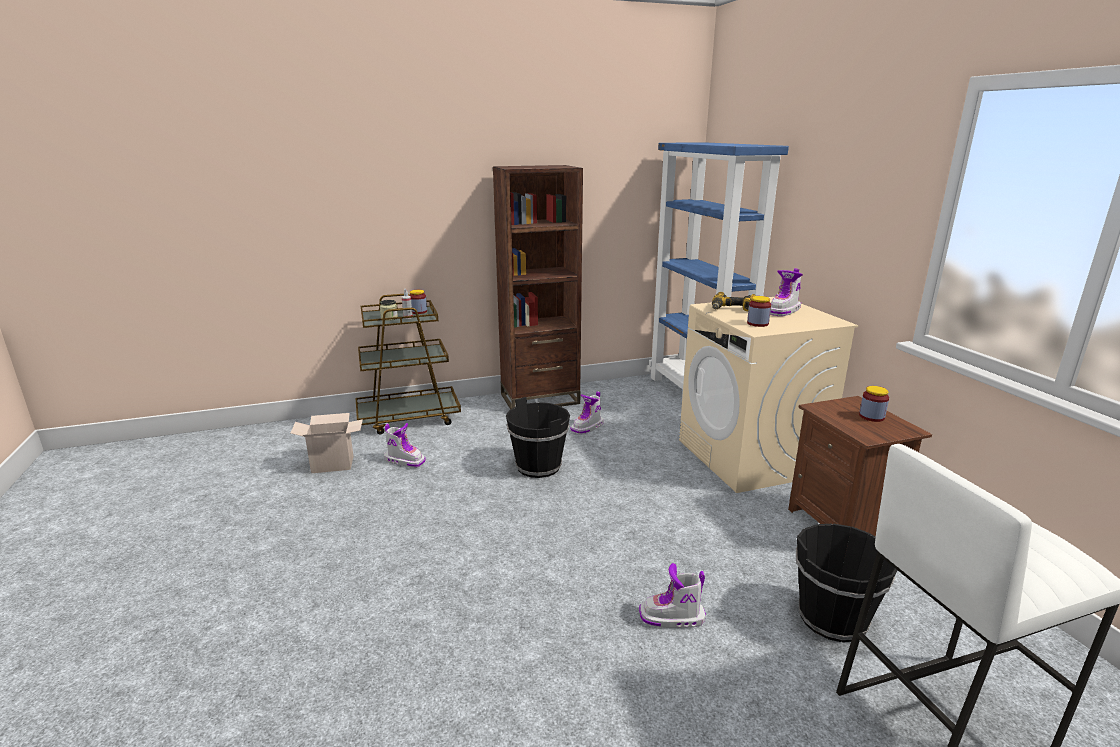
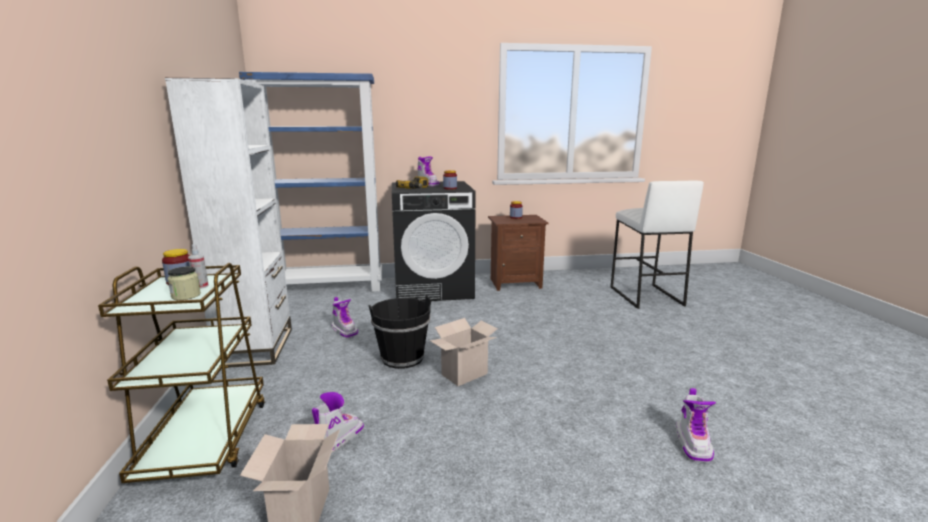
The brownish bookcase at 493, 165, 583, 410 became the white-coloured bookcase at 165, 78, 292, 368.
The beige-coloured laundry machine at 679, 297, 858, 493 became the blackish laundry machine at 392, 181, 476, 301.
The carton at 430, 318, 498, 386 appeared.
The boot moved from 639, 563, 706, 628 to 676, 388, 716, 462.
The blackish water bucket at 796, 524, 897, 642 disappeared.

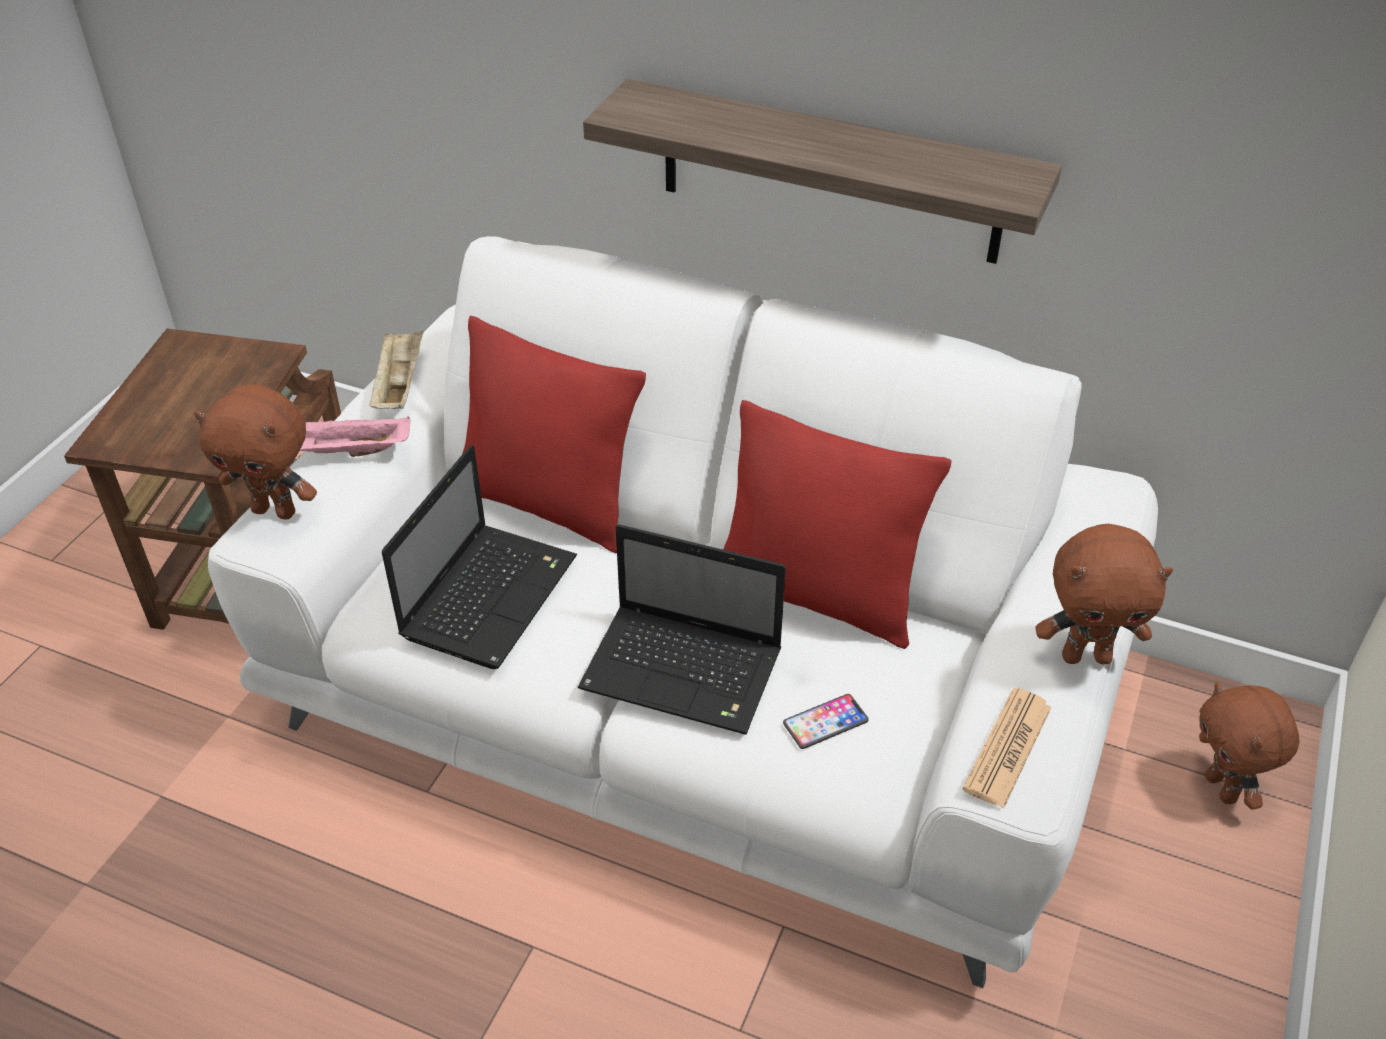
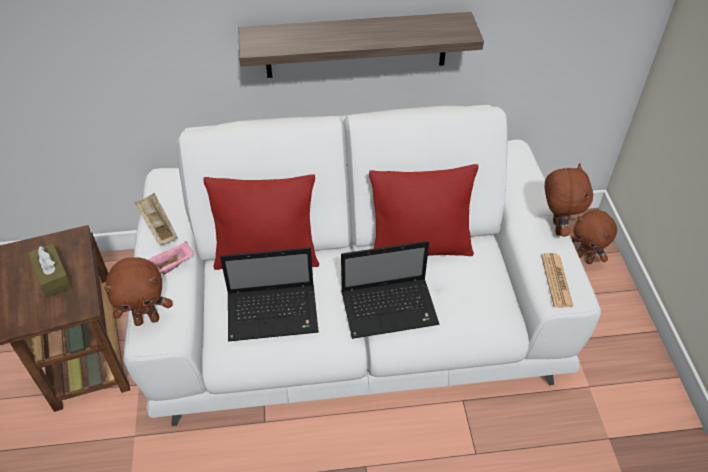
The brownish tissue holder at 28, 243, 72, 298 appeared.
The portable computer at 382, 445, 577, 669 turned 90 degrees clockwise.
The brownish cuddly toy at 1035, 524, 1173, 664 turned 60 degrees counterclockwise.
The telephone at 783, 694, 869, 749 disappeared.

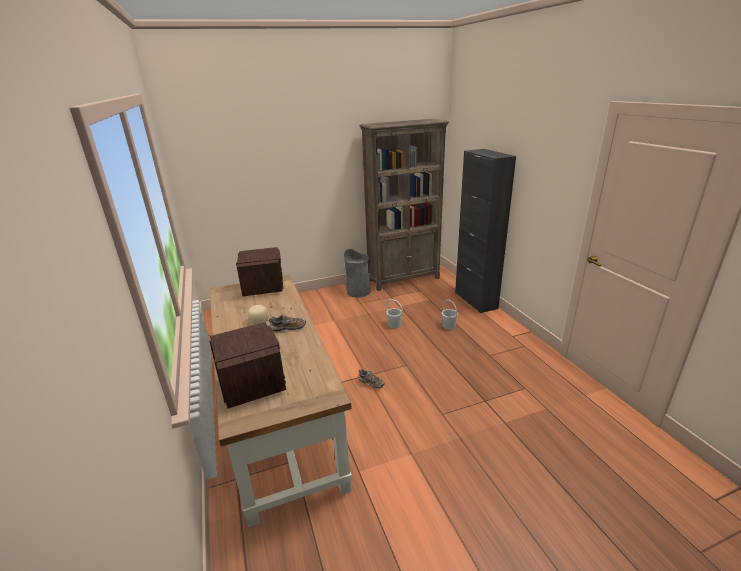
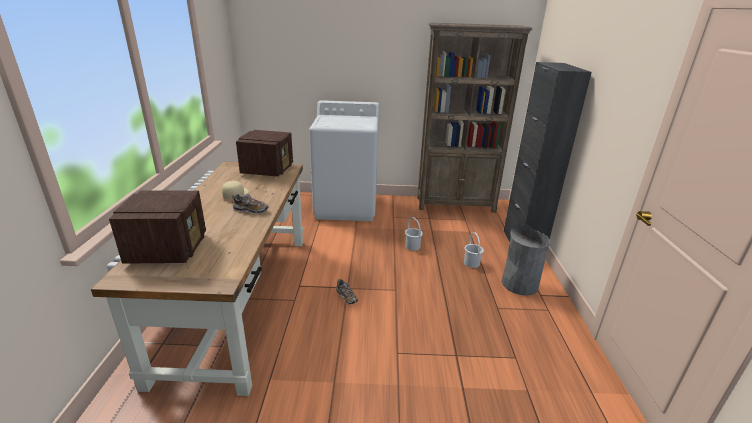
The white-coloured laundry machine at 309, 100, 379, 221 appeared.
The grey waste bin moved from 344, 249, 371, 298 to 502, 223, 550, 296.

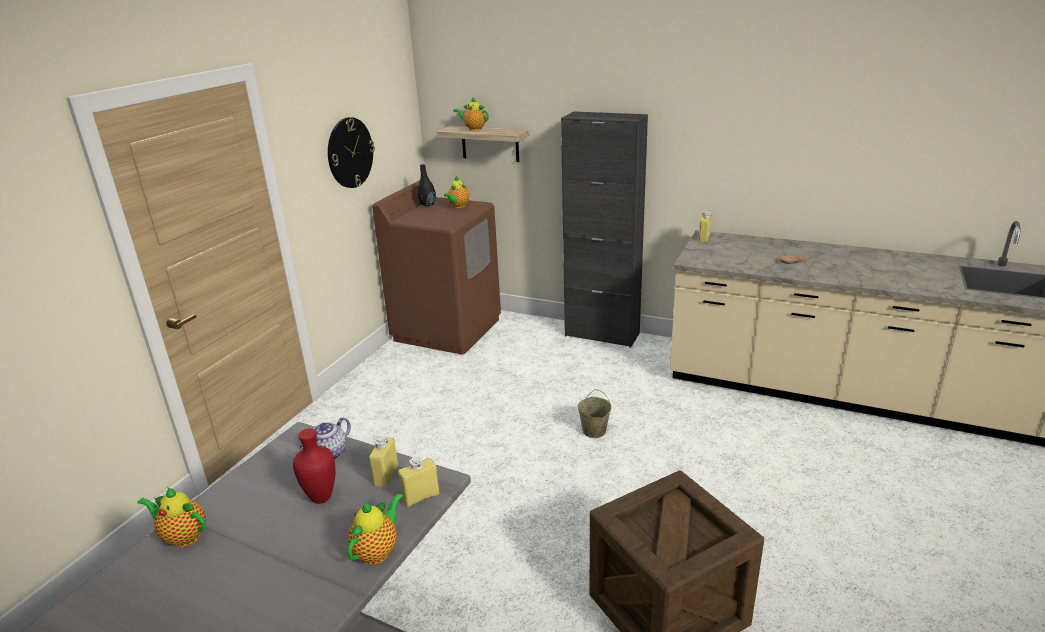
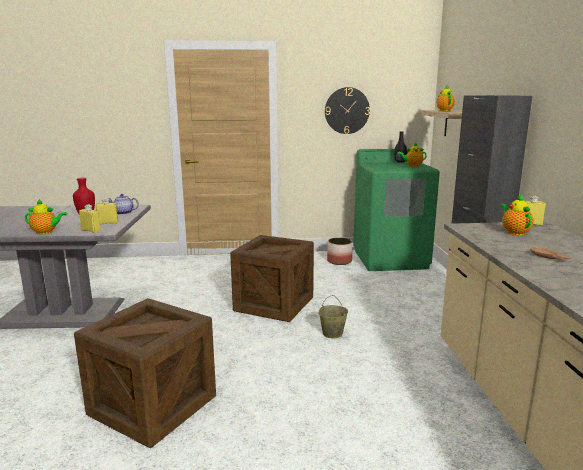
The crate at 230, 235, 314, 322 appeared.
The flower pot at 327, 238, 353, 265 appeared.
The brownish laundry machine at 372, 180, 501, 355 became the green laundry machine at 353, 149, 440, 271.
The tea pot moved from 137, 487, 206, 547 to 500, 194, 534, 236.

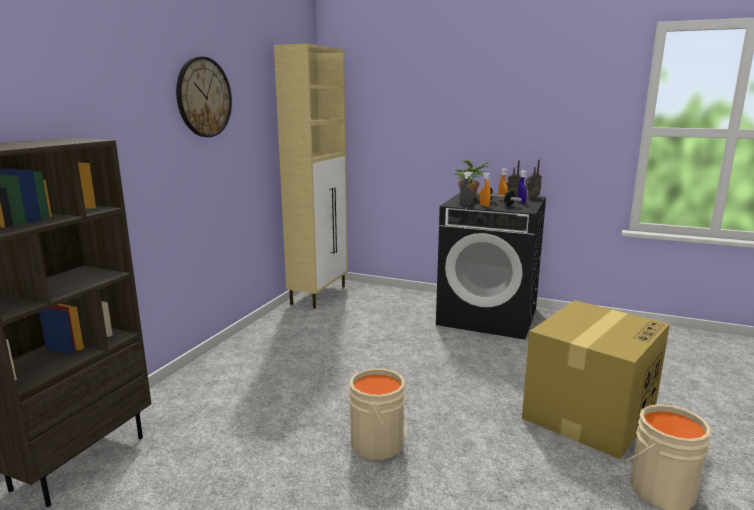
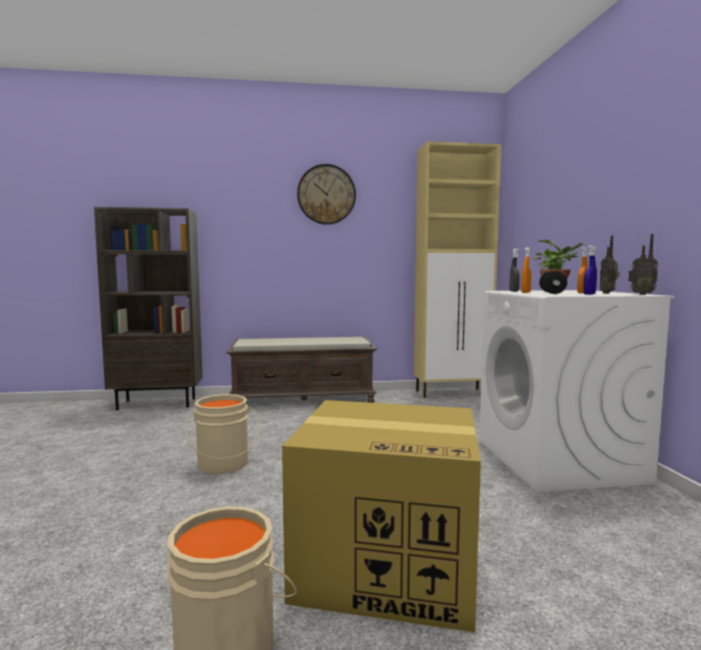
The brownish bench at 226, 337, 377, 403 appeared.
The blackish laundry machine at 436, 192, 546, 340 became the white-coloured laundry machine at 479, 290, 675, 492.

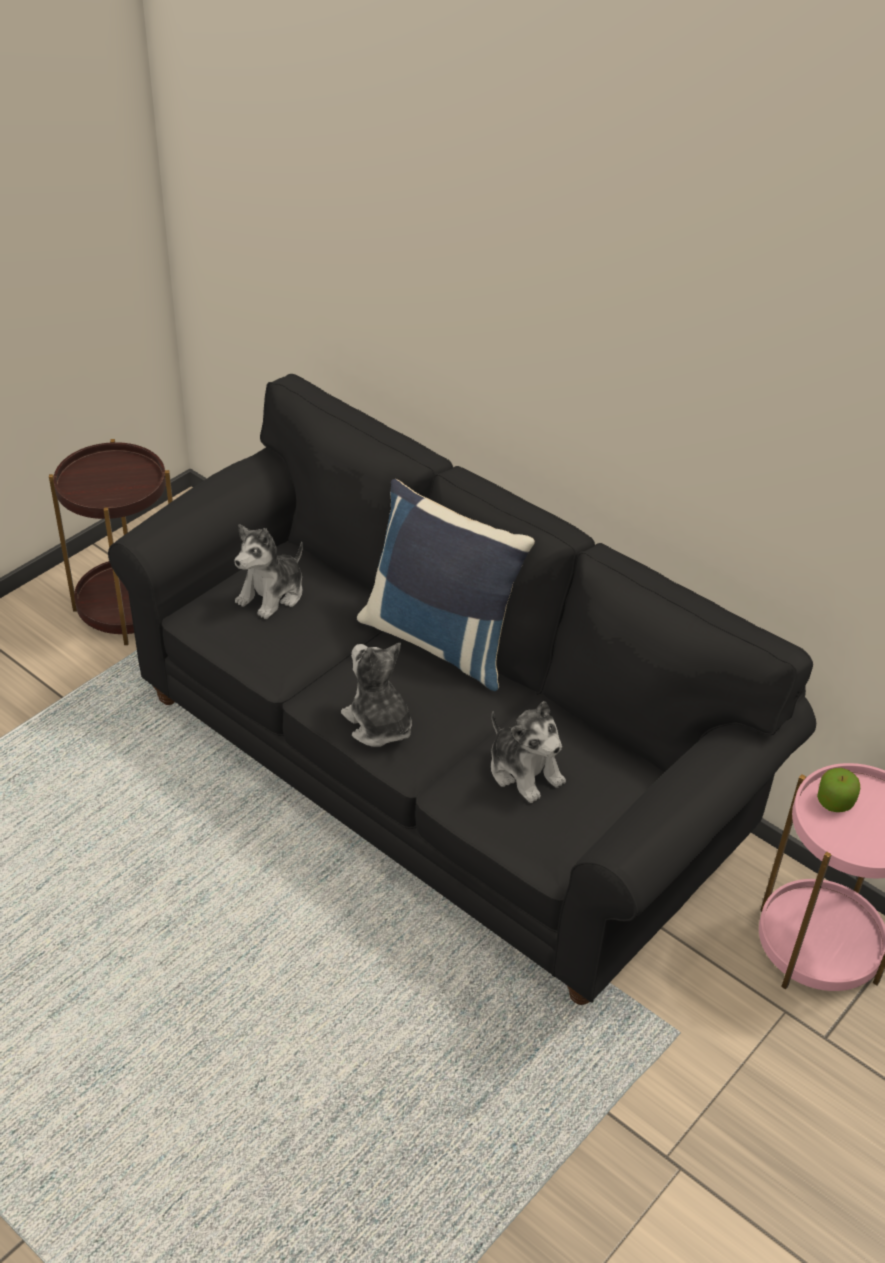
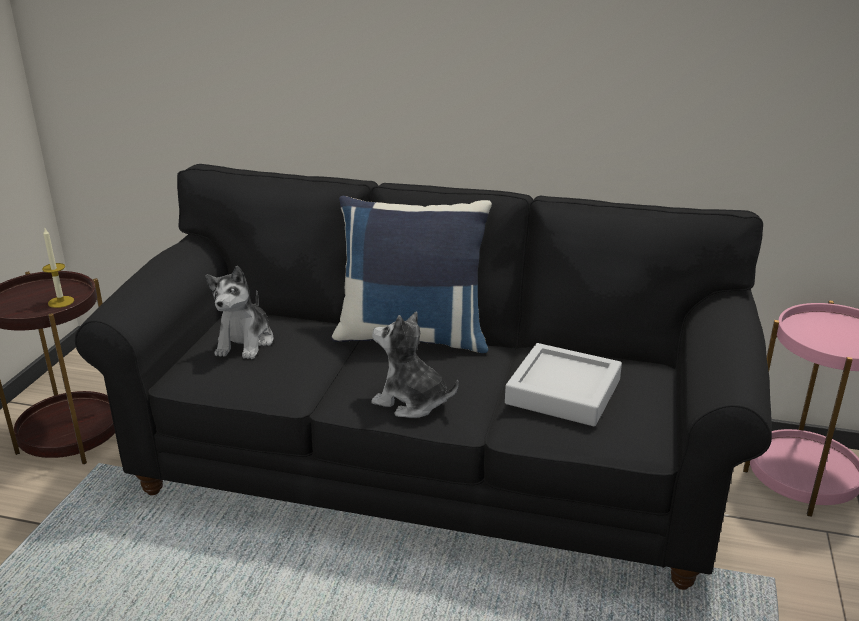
The candle at 42, 228, 74, 308 appeared.
The cuddly toy at 491, 701, 566, 803 was replaced by the grey serving tray at 505, 343, 622, 426.
The apple at 817, 768, 860, 812 disappeared.

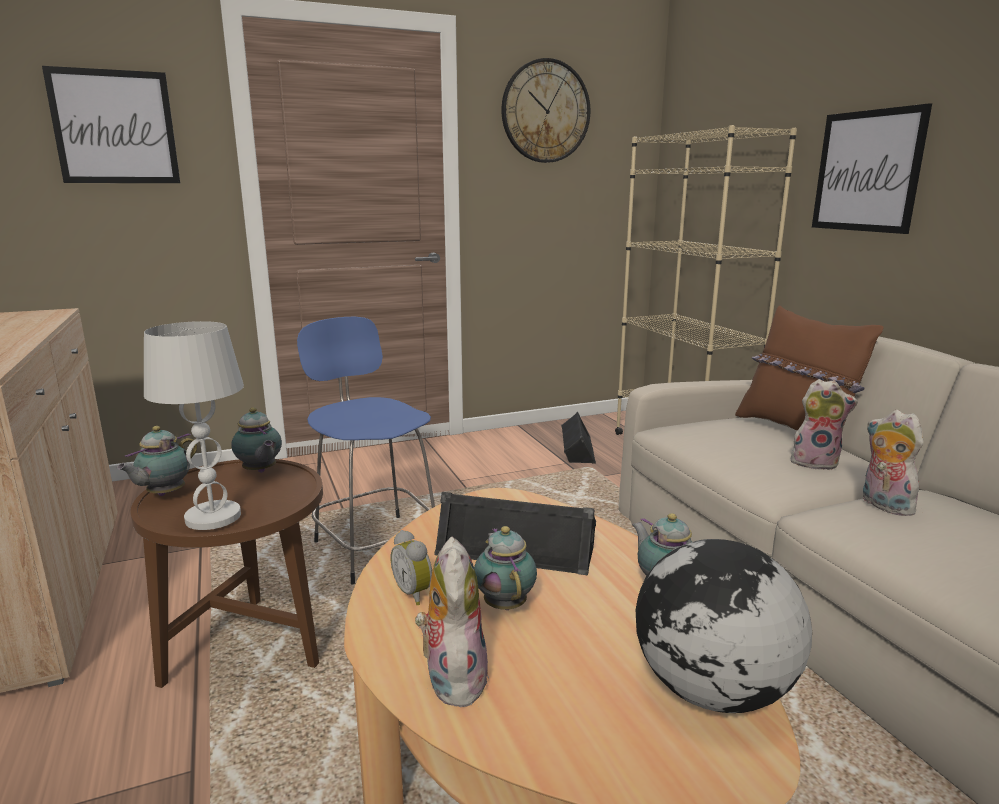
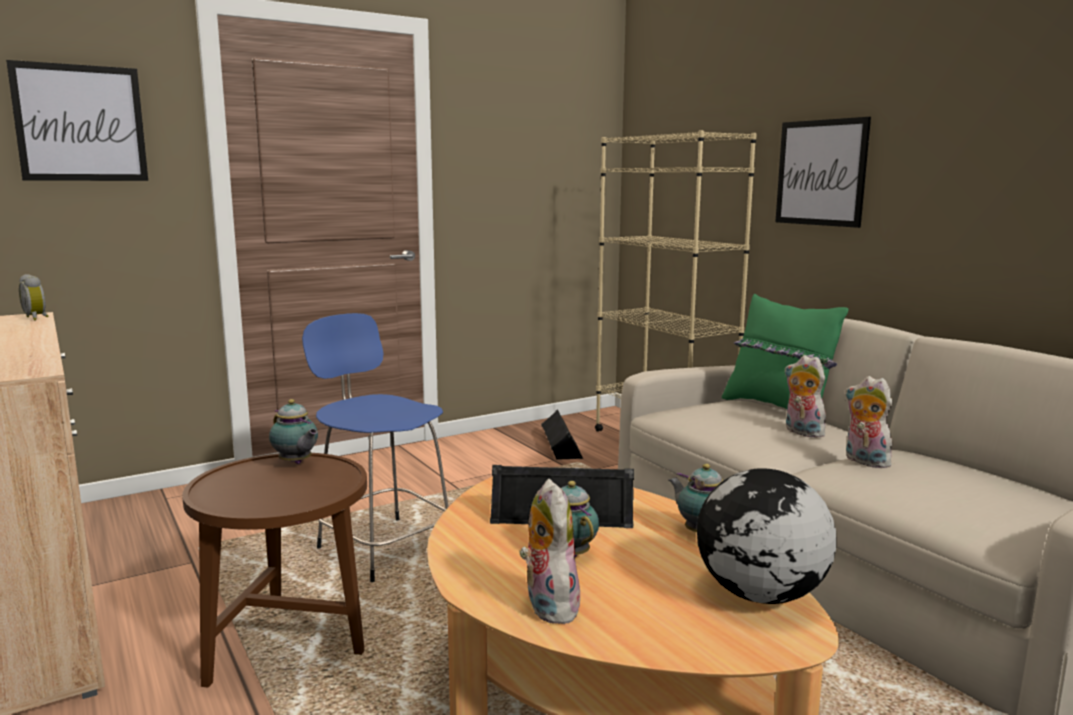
The alarm clock moved from 391, 530, 432, 605 to 19, 274, 48, 321.
The brownish pillow at 735, 305, 884, 430 became the green pillow at 722, 294, 848, 409.
The cuddly toy at 791, 379, 858, 470 turned 135 degrees counterclockwise.
The tea pot at 117, 426, 197, 496 disappeared.
The white-coloured tabletop lamp at 144, 321, 244, 530 disappeared.
The hanging clock at 502, 58, 591, 163 disappeared.

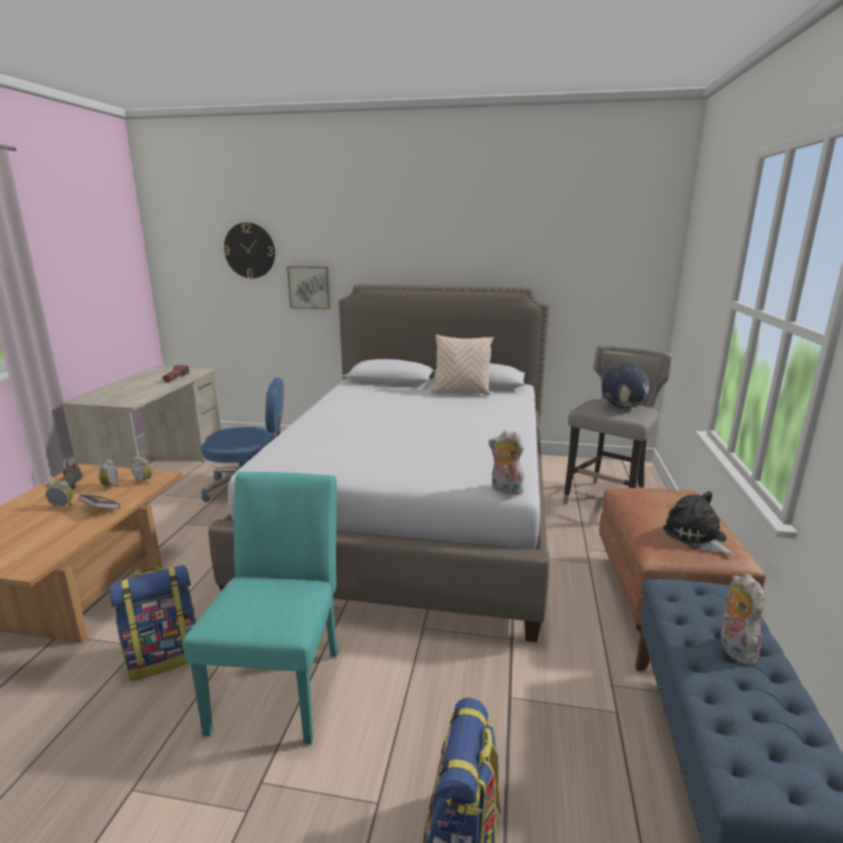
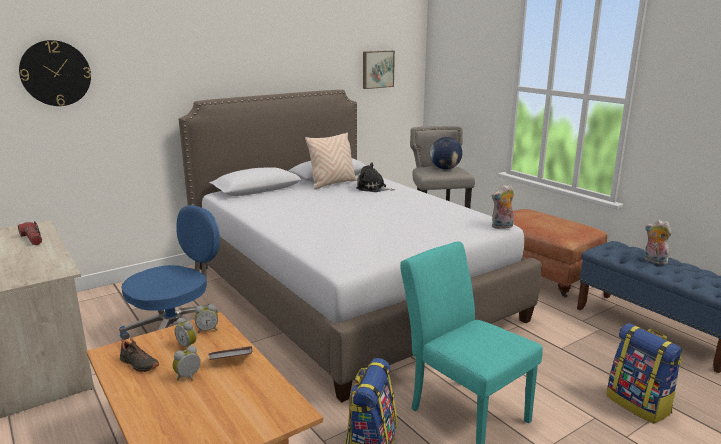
The cuddly toy moved from 663, 491, 735, 556 to 356, 162, 395, 192.
The picture moved from 287, 266, 331, 309 to 363, 51, 395, 89.

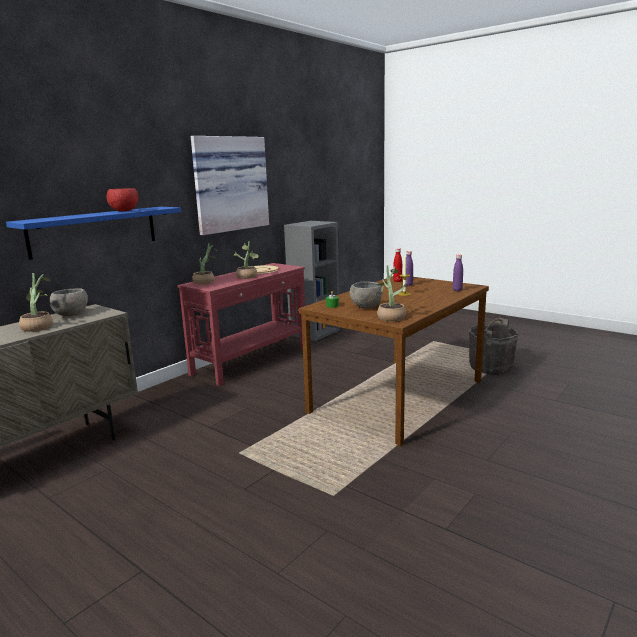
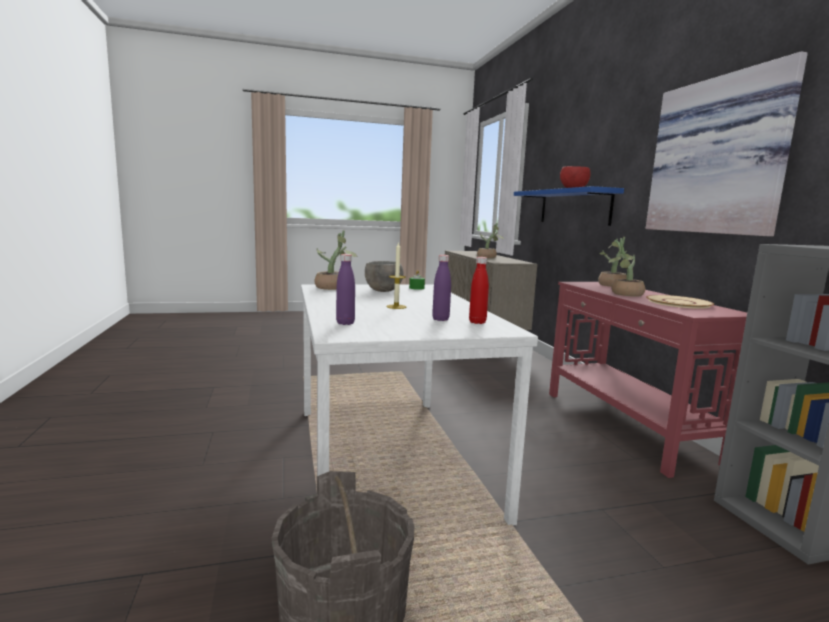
The brownish dinner table at 299, 276, 489, 447 became the white-coloured dinner table at 301, 284, 538, 526.
The grey deep dish at 50, 288, 88, 316 disappeared.

